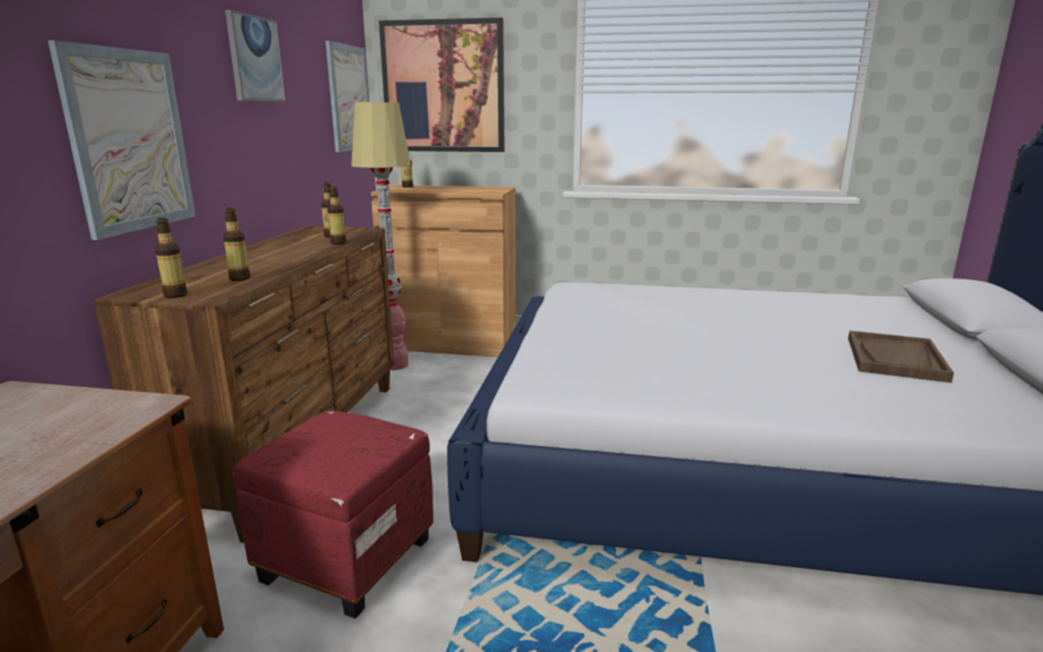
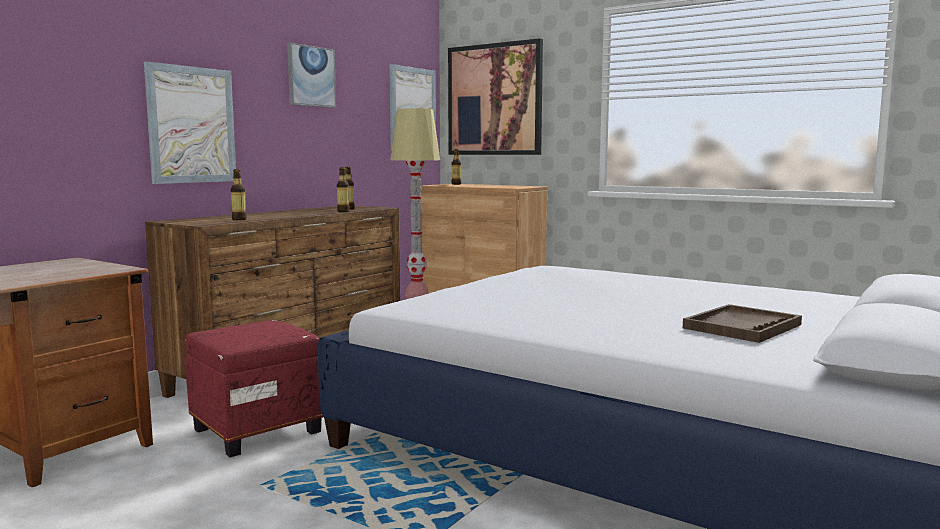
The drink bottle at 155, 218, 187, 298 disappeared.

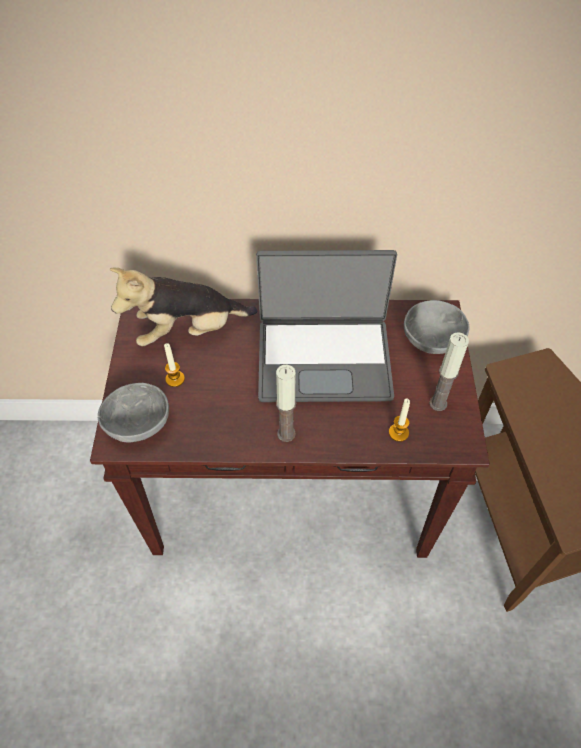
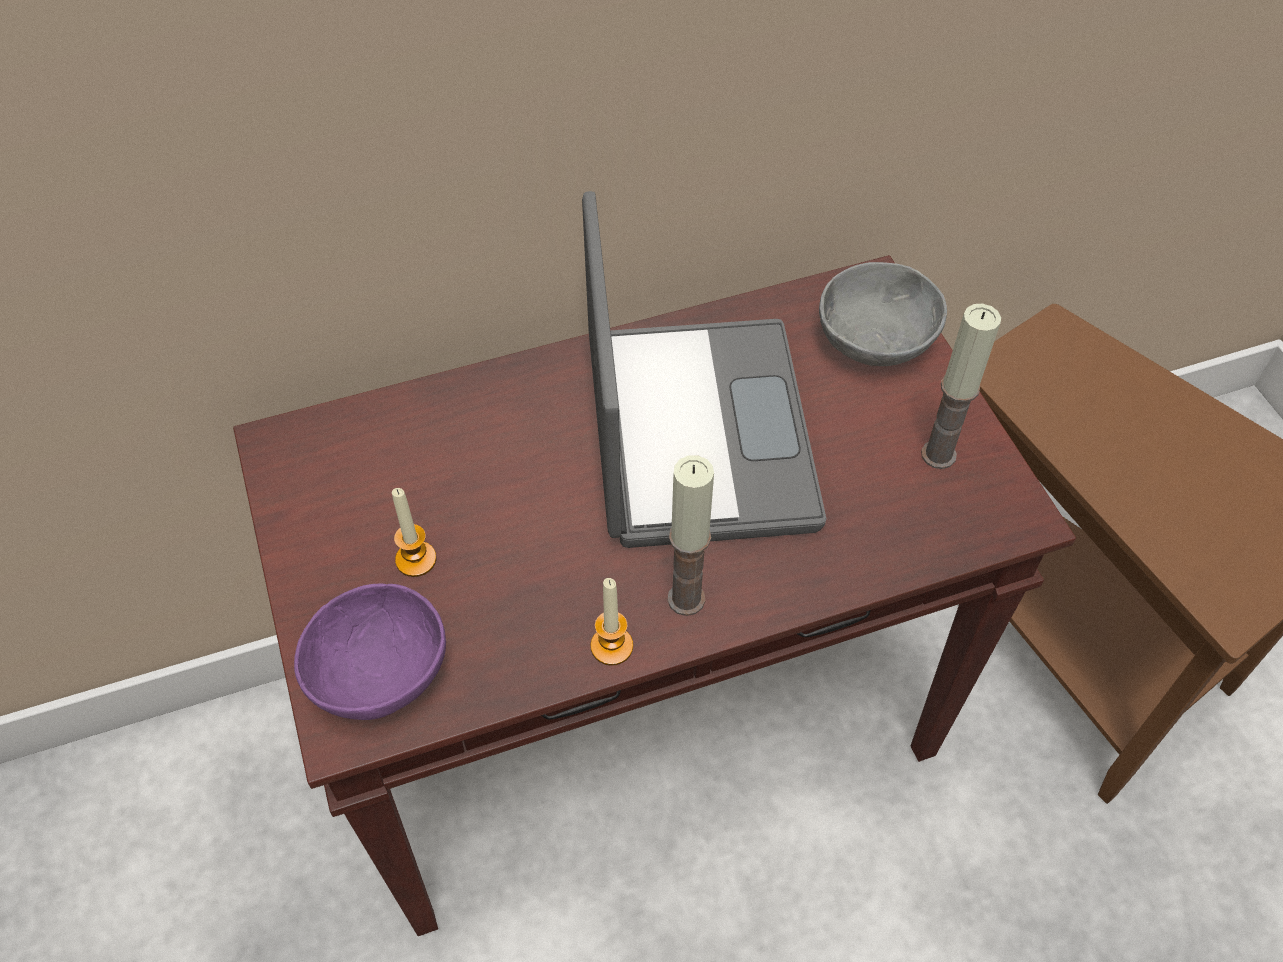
The grey deep dish at 98, 383, 169, 442 became the purplish deep dish at 294, 584, 446, 720.
The portable computer at 256, 250, 397, 402 turned 75 degrees counterclockwise.
The candle moved from 389, 399, 410, 442 to 591, 578, 633, 666.
The cuddly toy at 110, 267, 257, 346 disappeared.

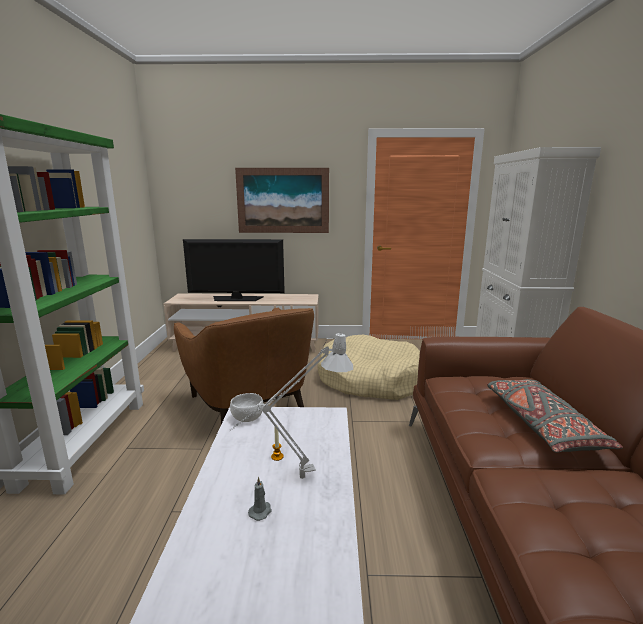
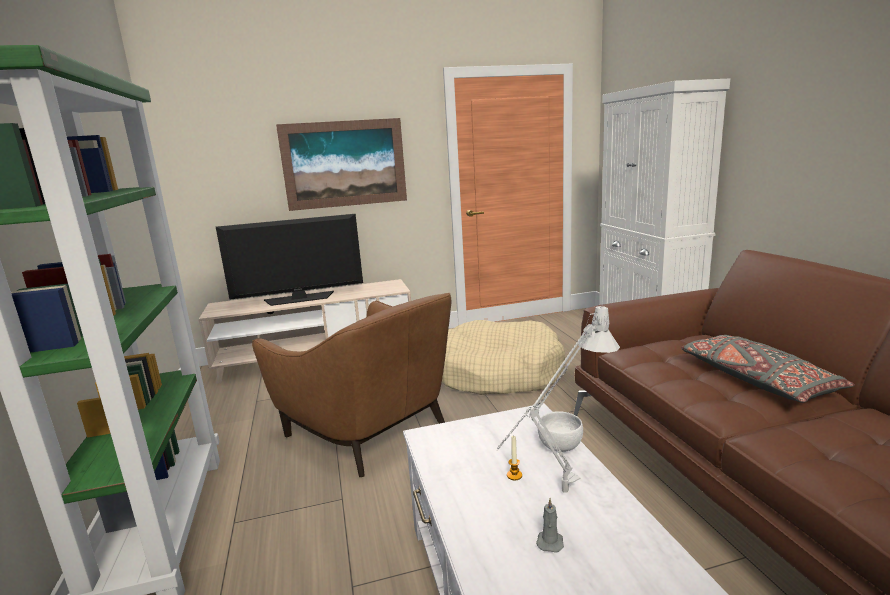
The white-coloured deep dish moved from 230, 393, 263, 422 to 538, 411, 583, 452.

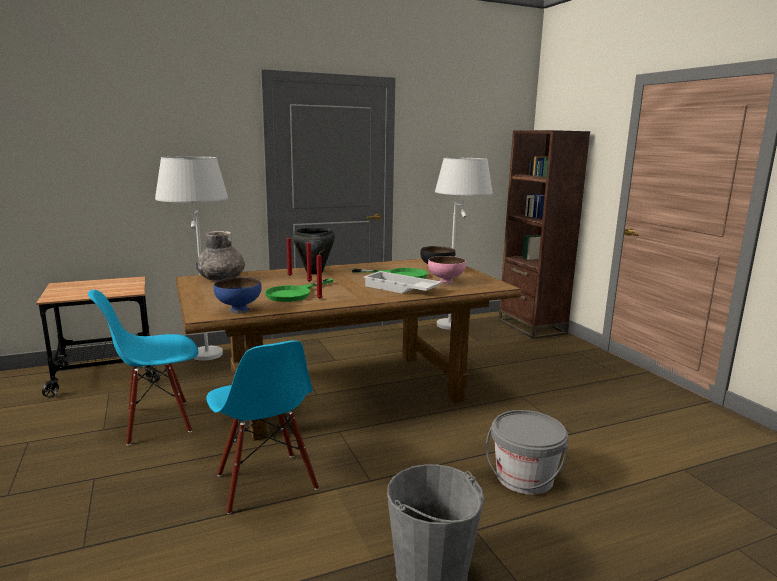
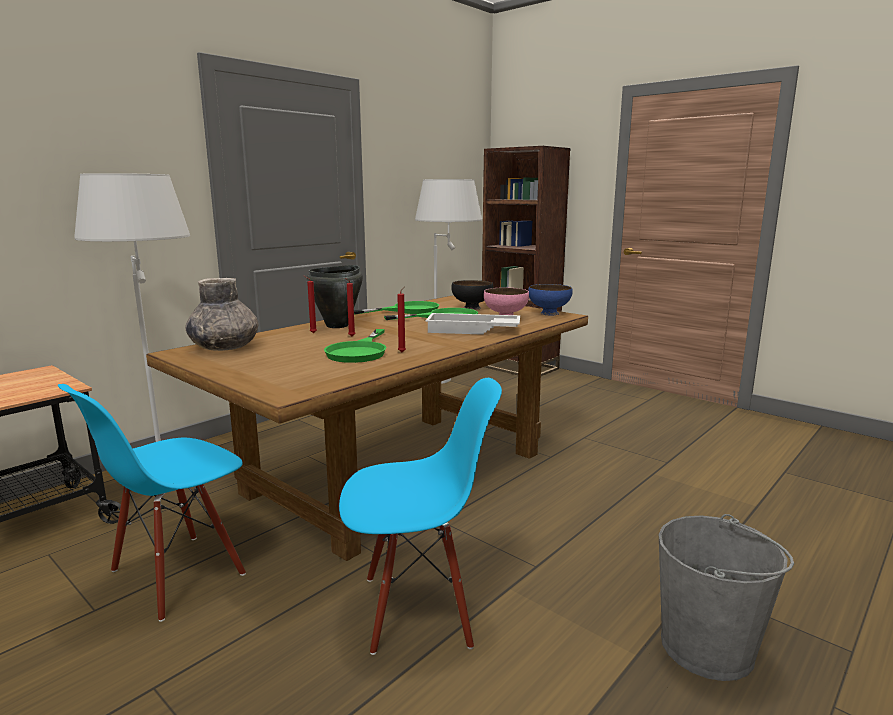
The blue upright chair at 206, 340, 319, 514 turned 45 degrees counterclockwise.
The green skillet at 354, 301, 439, 314 appeared.
The blue deep dish moved from 213, 277, 262, 313 to 528, 284, 572, 316.
The grey water bucket at 486, 410, 568, 495 disappeared.

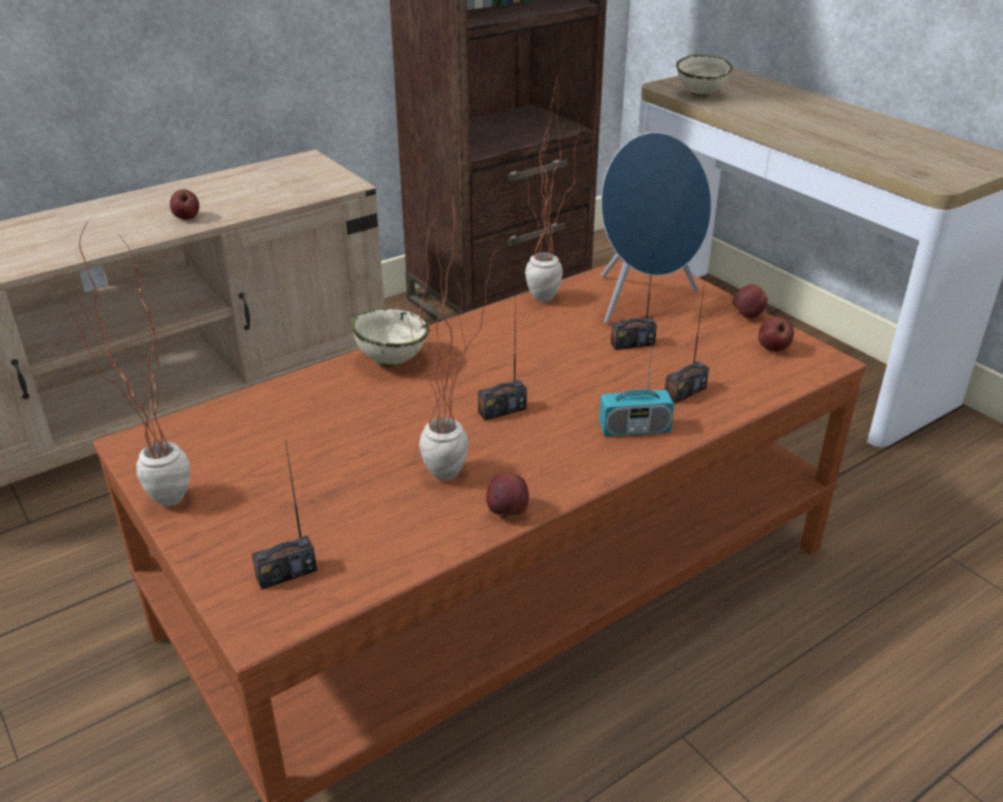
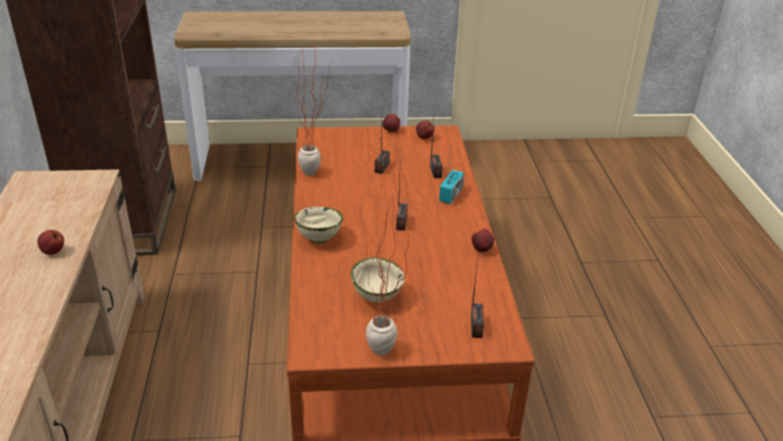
The beige-coloured deep dish moved from 676, 55, 733, 97 to 351, 257, 405, 302.
The potted plant at 406, 193, 497, 481 disappeared.
The blue audio speaker at 601, 132, 711, 324 disappeared.

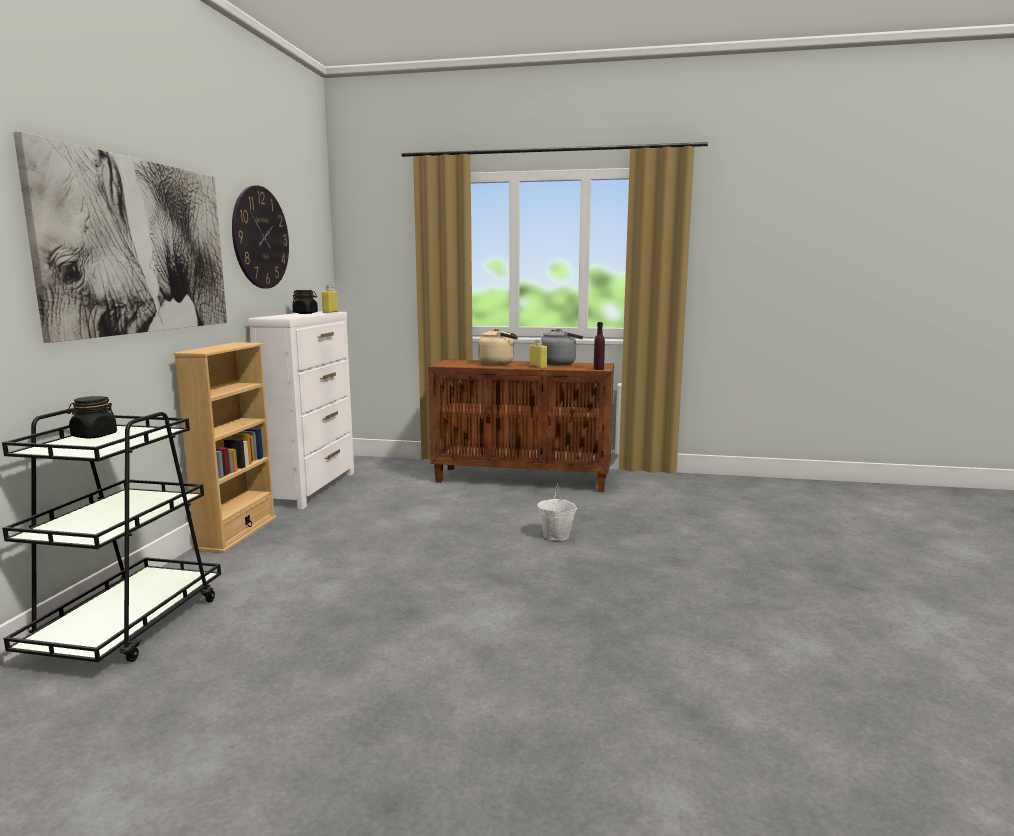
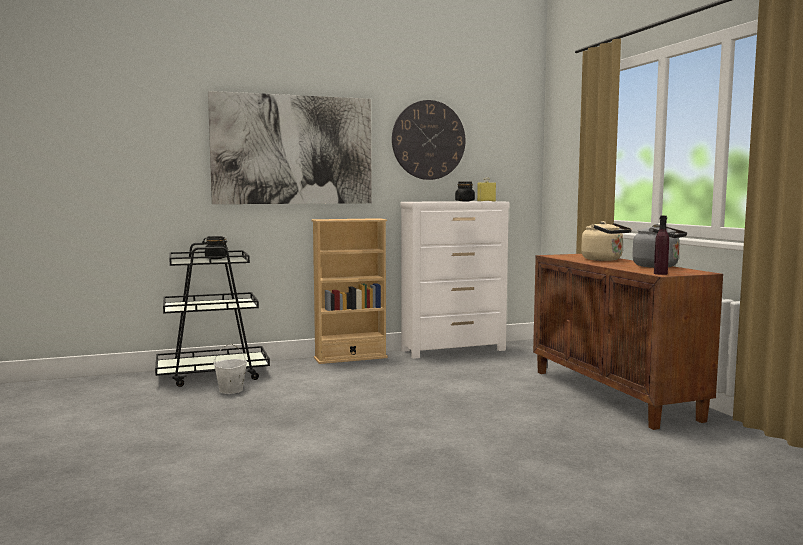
The white-coloured water bucket moved from 538, 484, 577, 541 to 214, 344, 247, 394.
The yellow-coloured drink bottle at 530, 339, 547, 368 disappeared.

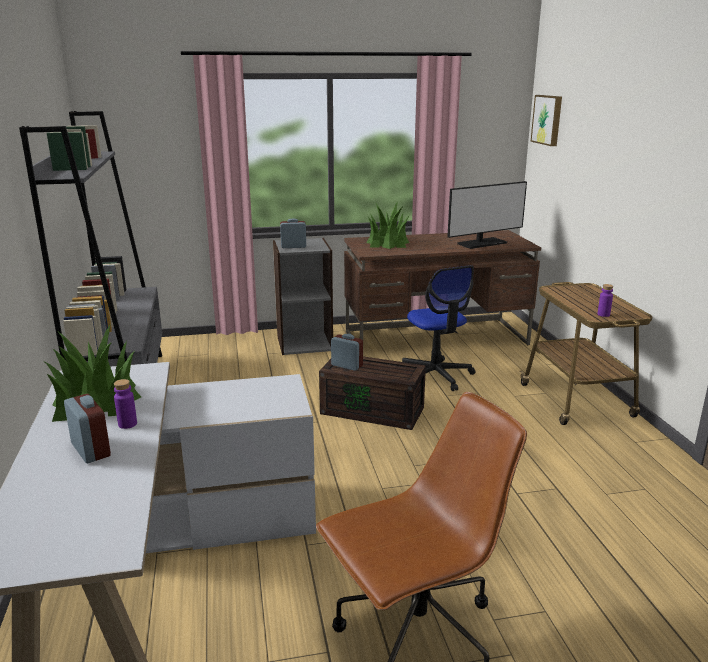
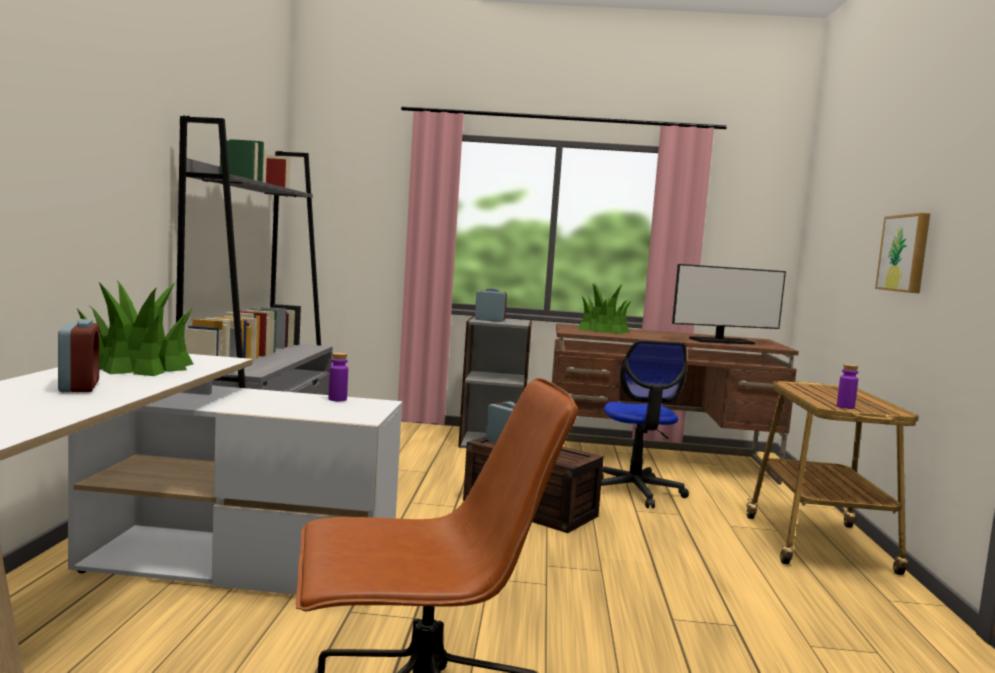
The purplish drink bottle moved from 114, 379, 137, 429 to 329, 352, 348, 401.
The picture moved from 530, 95, 562, 146 to 875, 213, 930, 293.

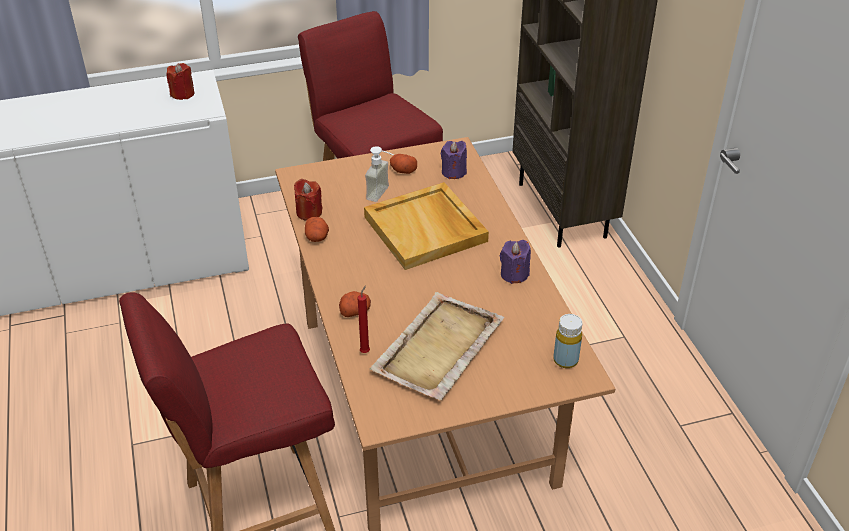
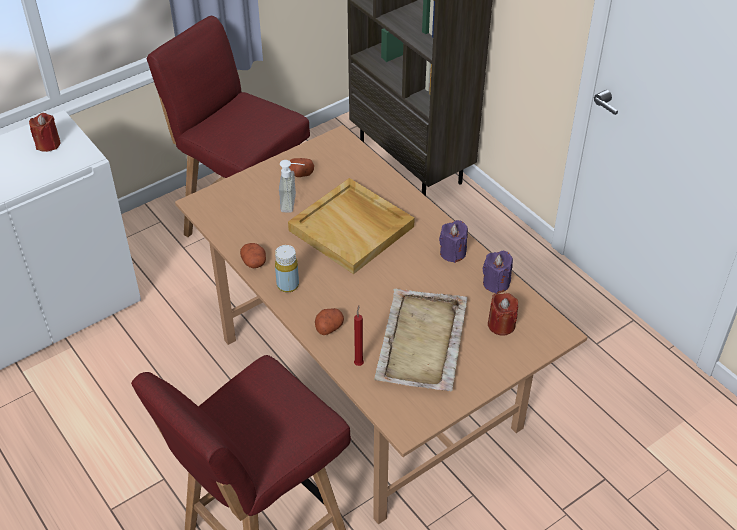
The yellow-coloured drink bottle moved from 553, 314, 582, 368 to 275, 245, 299, 293.
The purplish candle moved from 441, 141, 467, 179 to 483, 251, 513, 294.
The red-coloured candle moved from 294, 179, 323, 221 to 488, 293, 518, 336.

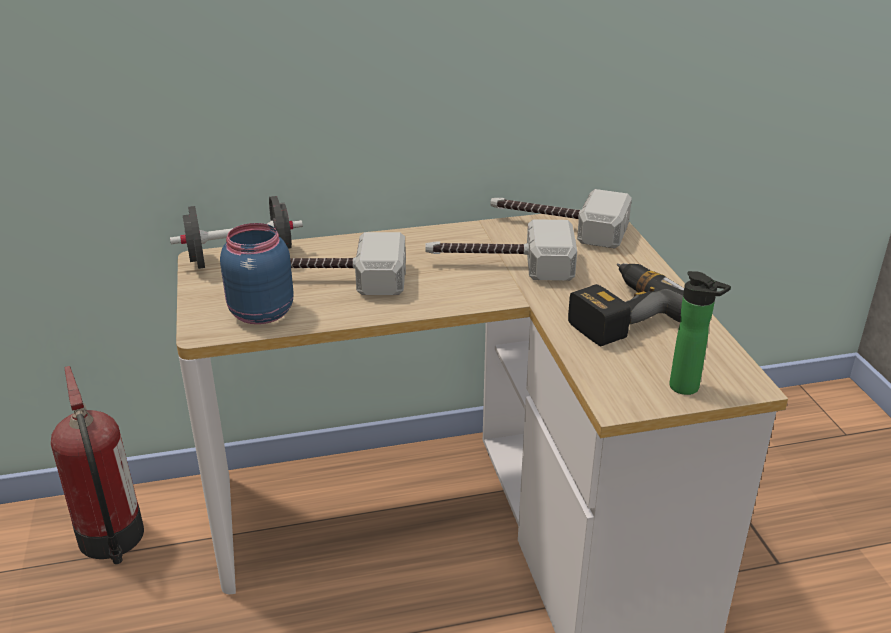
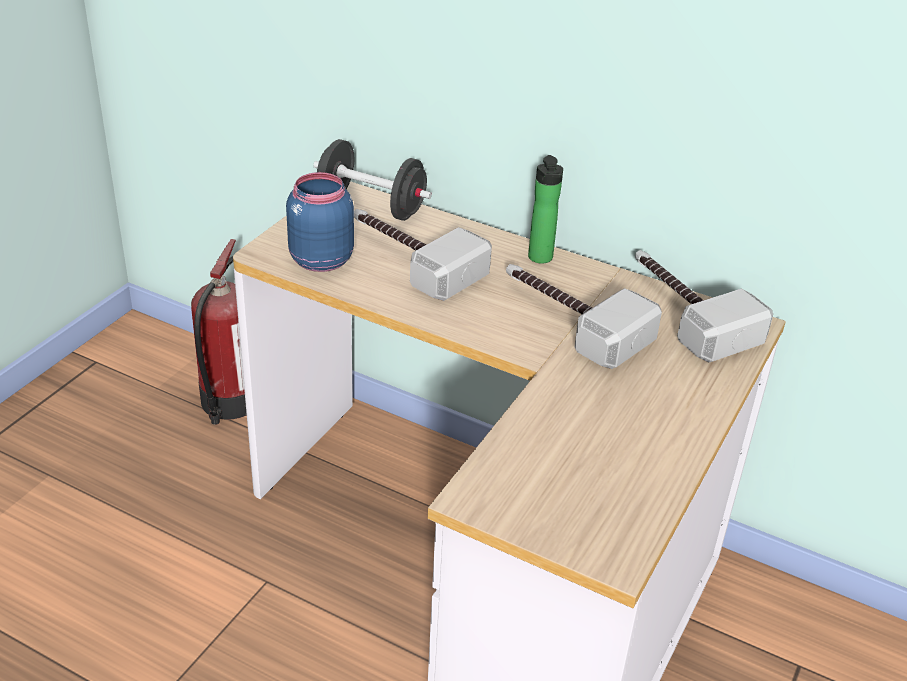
The drink bottle moved from 669, 271, 731, 395 to 528, 155, 563, 264.
The drill at 568, 263, 684, 346 disappeared.

